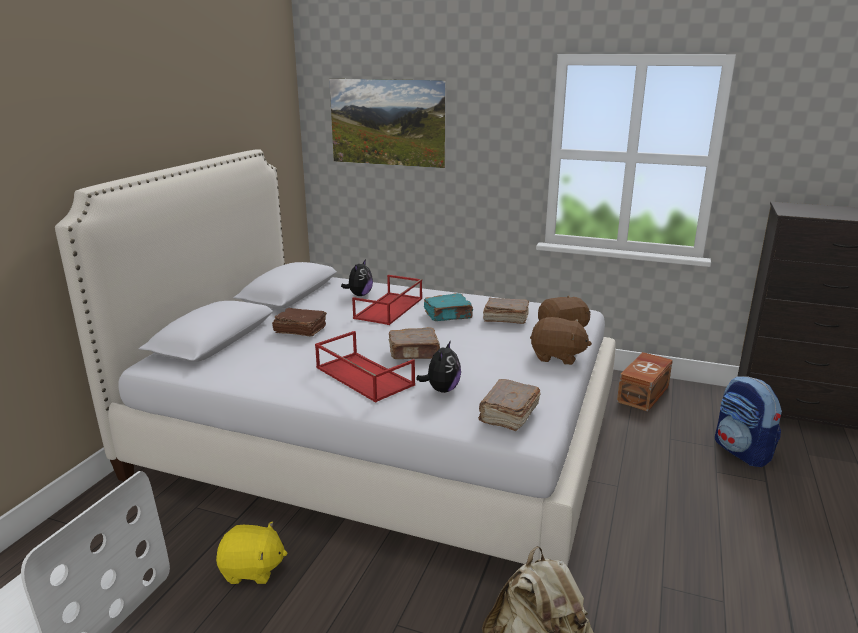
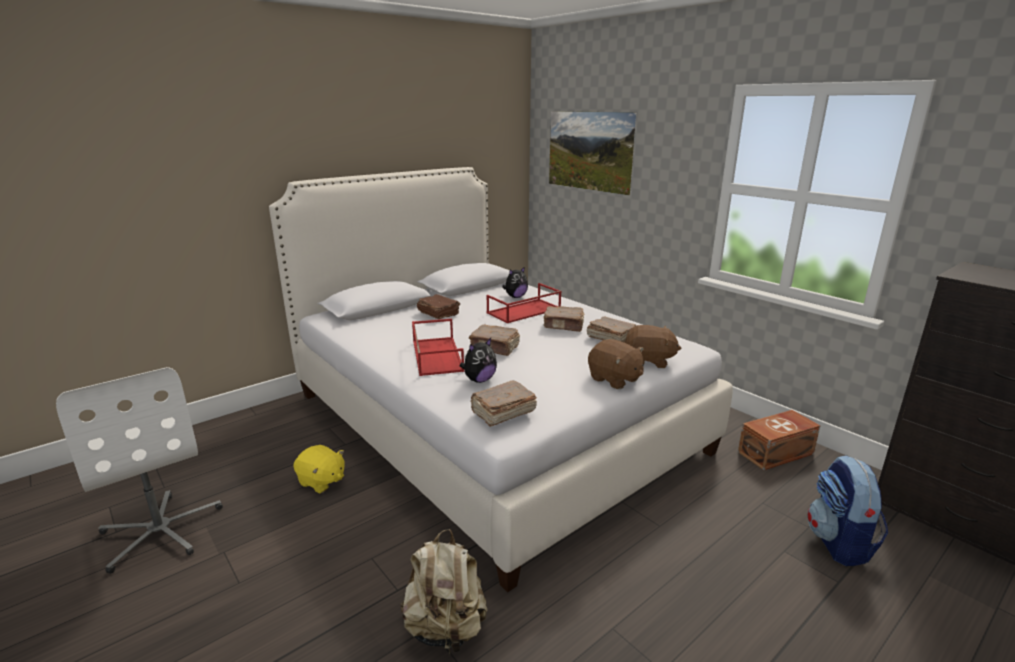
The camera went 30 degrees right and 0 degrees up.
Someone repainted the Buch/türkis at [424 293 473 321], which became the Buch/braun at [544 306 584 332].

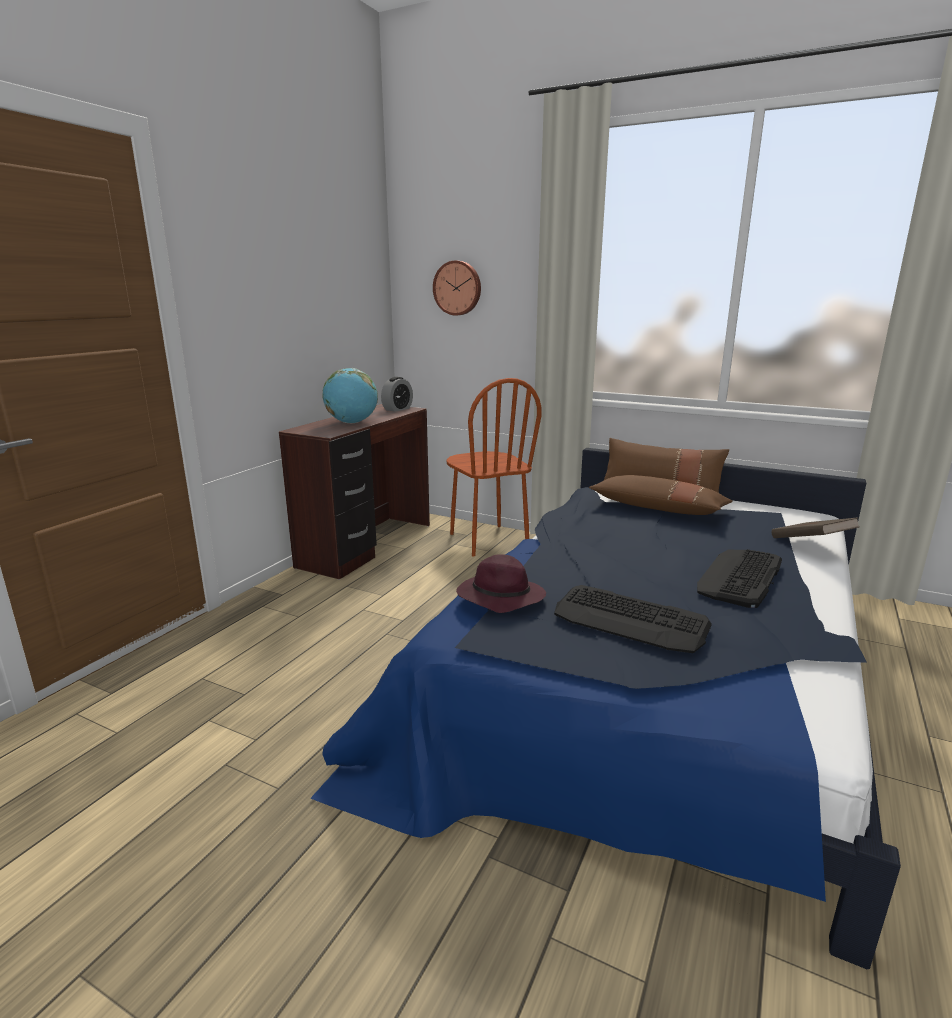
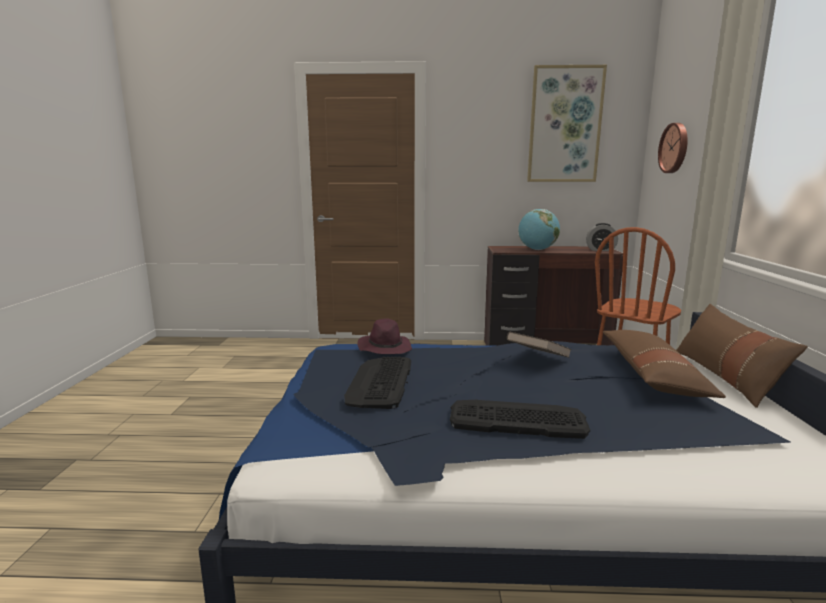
The camera went 65 degrees right and 5 degrees down.
Someone carried the Buch/braun from [772 517 859 538] to [507 331 572 358].
Someone put up the Bild at [527 65 607 182].

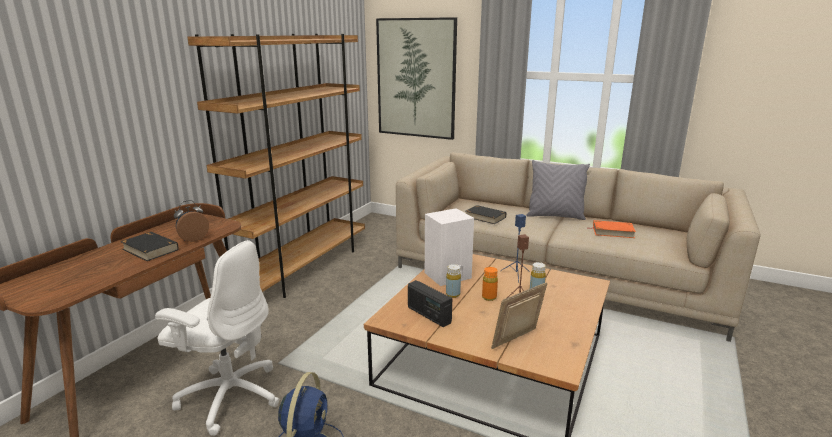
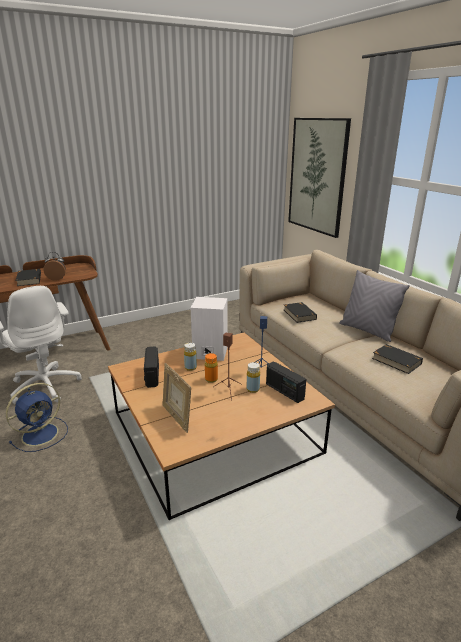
The camera went 35 degrees right and 5 degrees up.
Someone took away the Bücherregal/braun at [188 34 365 298].
Someone rotated the Bilderrahmen at [491 282 547 349] by 120 degrees counterclockwise.
Someone repainted the Buch/orange at [589 220 636 238], which became the Buch/schwarz at [372 344 423 374].
Someone put down the Radio at [266 361 306 403].

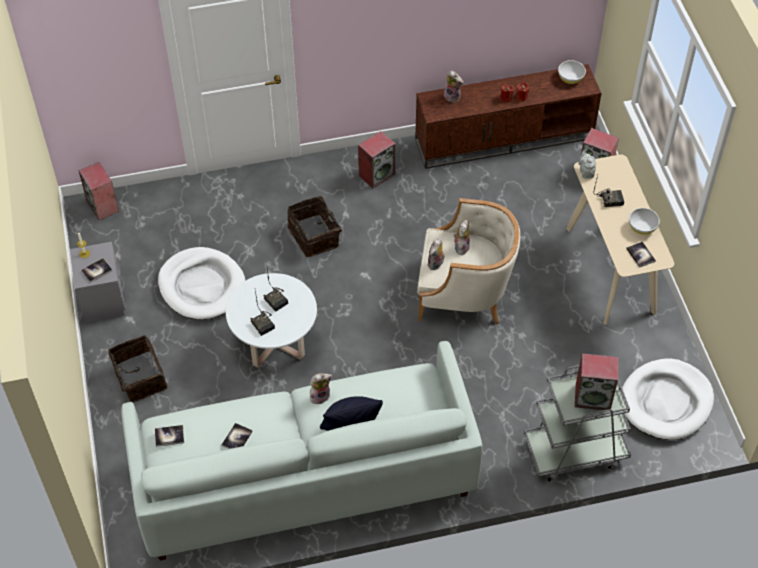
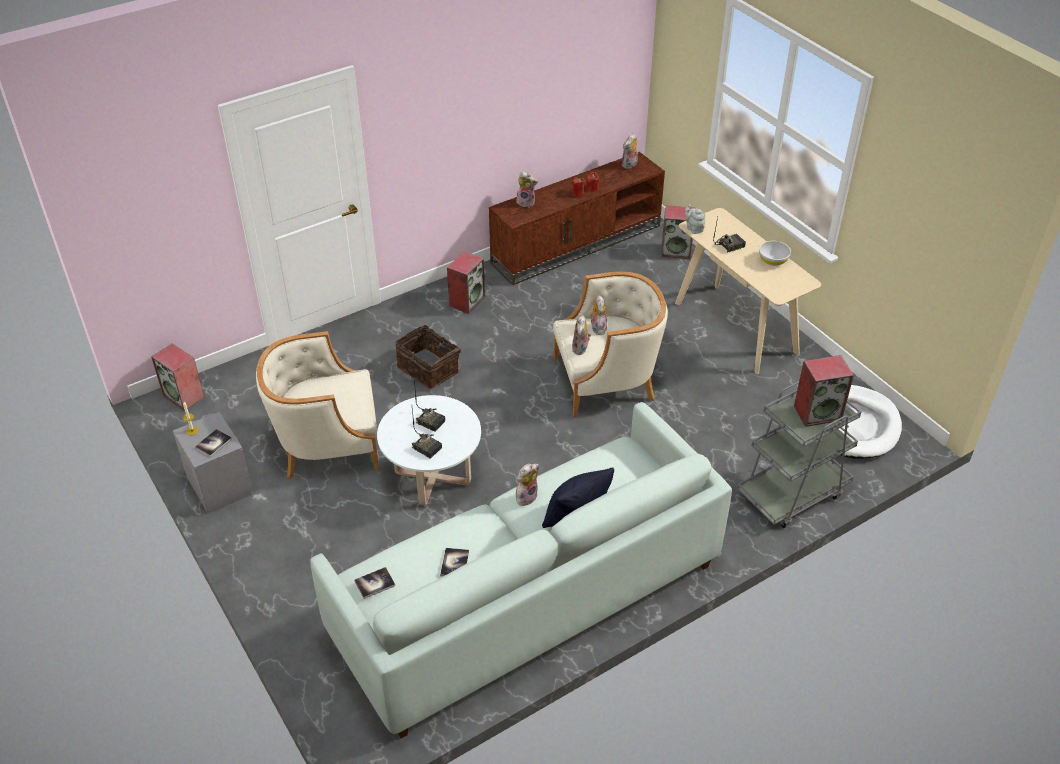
The camera went 20 degrees left and 10 degrees down.
Someone took away the Korb at [108 335 168 402].
Someone swapped the Hundebett/weiß at [158 247 246 320] for the Sessel/beige at [256 331 380 480].
Someone swapped the Schüssel/weiß at [558 60 586 84] for the Plüschtier at [622 133 638 169].
Someone took away the Buch at [626 241 656 268].

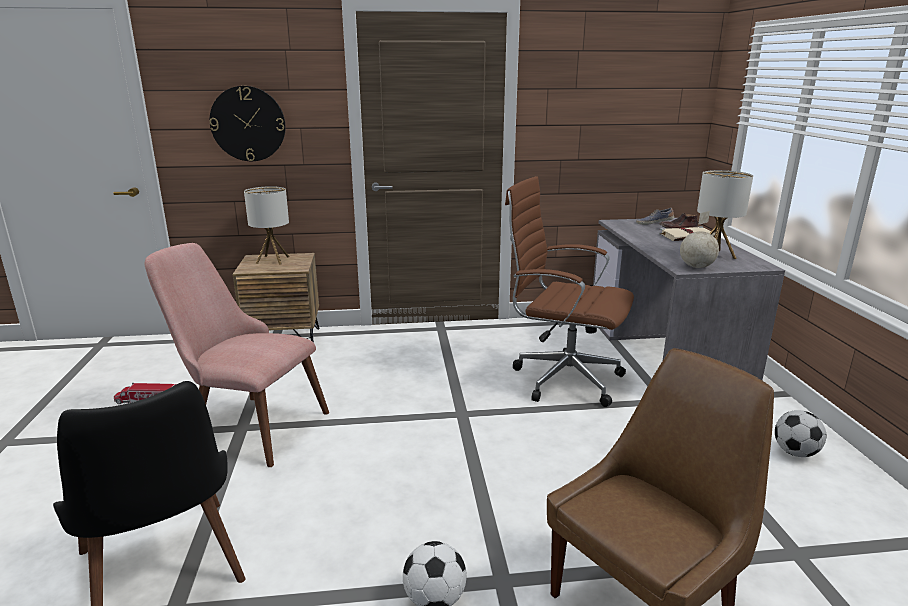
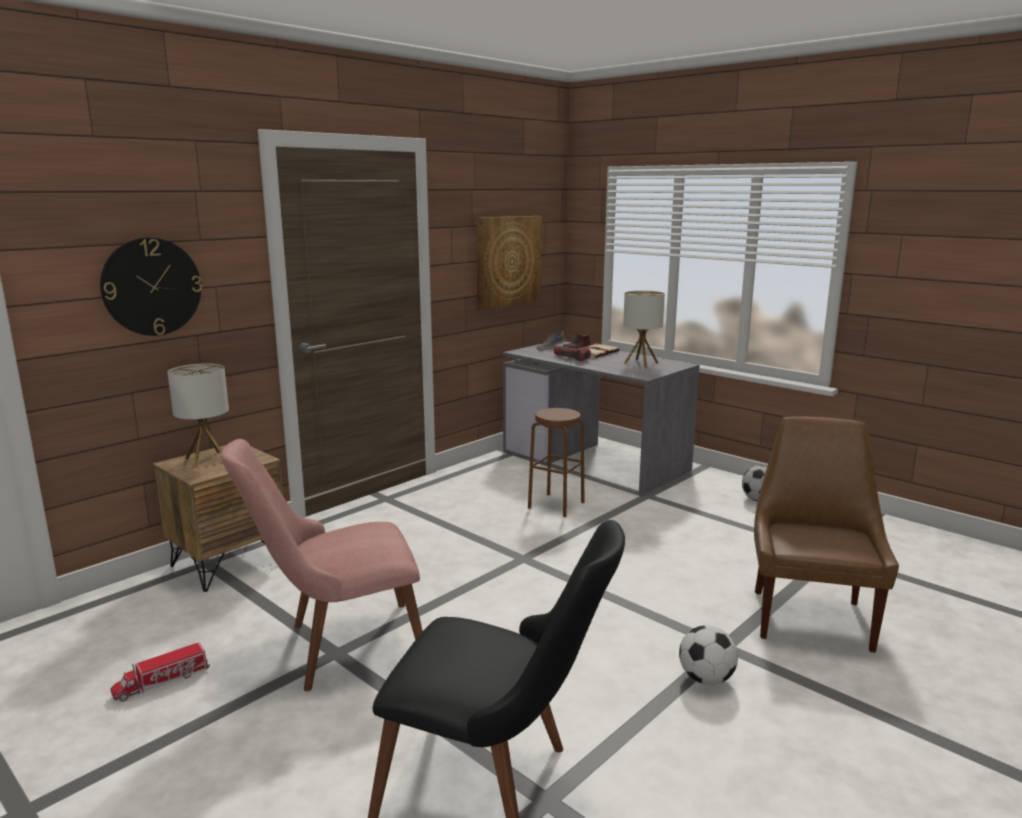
The camera went 40 degrees left and 5 degrees down.
Someone swapped the Bürostuhl/braun at [505 176 634 407] for the Hocker/braun at [528 408 585 517].
Someone took away the Globus at [680 211 719 268].
Someone put up the Bild at [477 216 542 310].
Someone put down the Taschenlampe at [554 346 591 361].

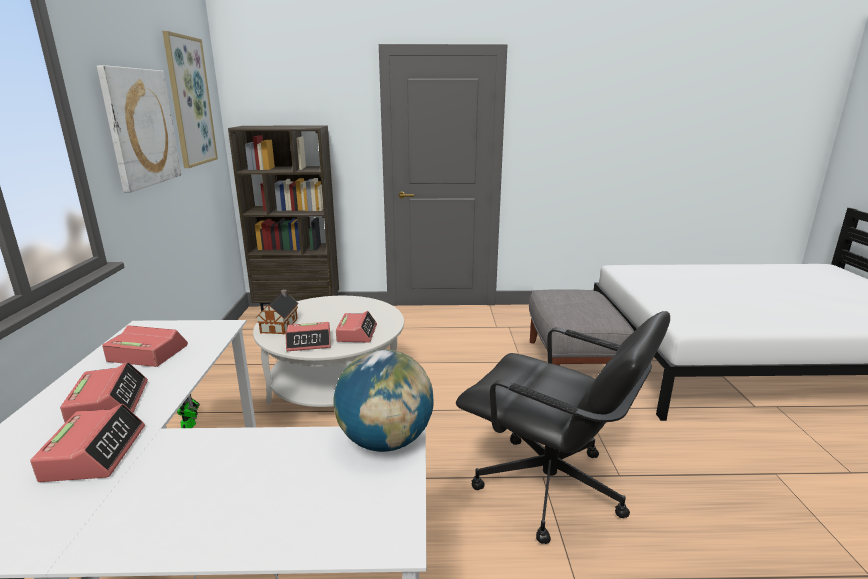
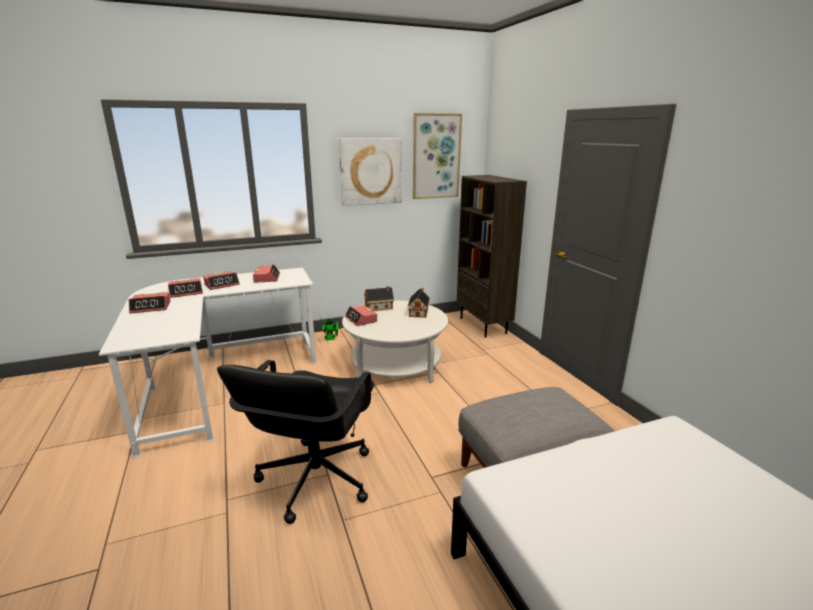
The camera went 70 degrees right and 0 degrees up.
Someone took away the Globus at [333 350 434 452].
Someone carried the Wecker from [336 311 377 342] to [129 292 171 313].
Someone put down the Spielzeughaus at [408 288 430 318].

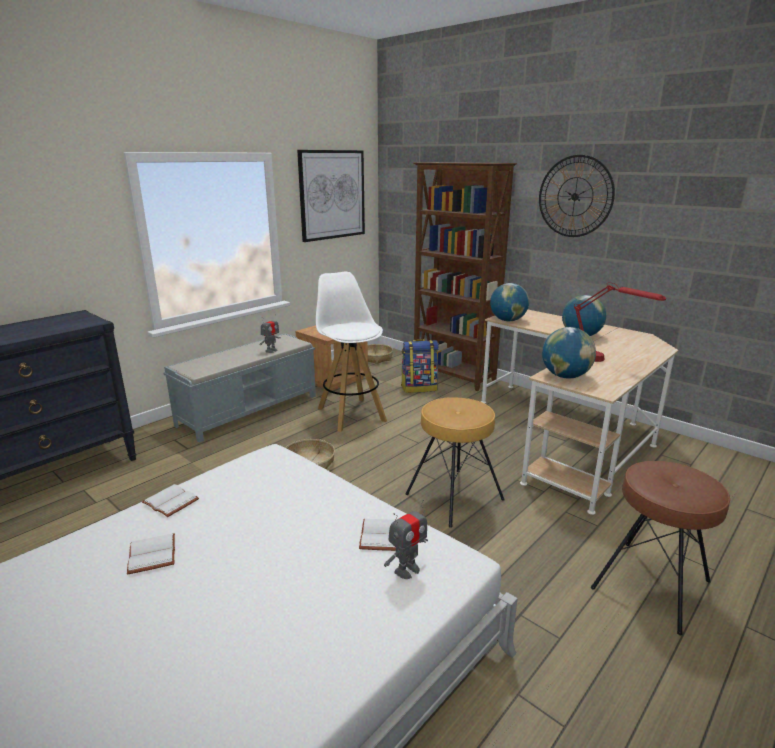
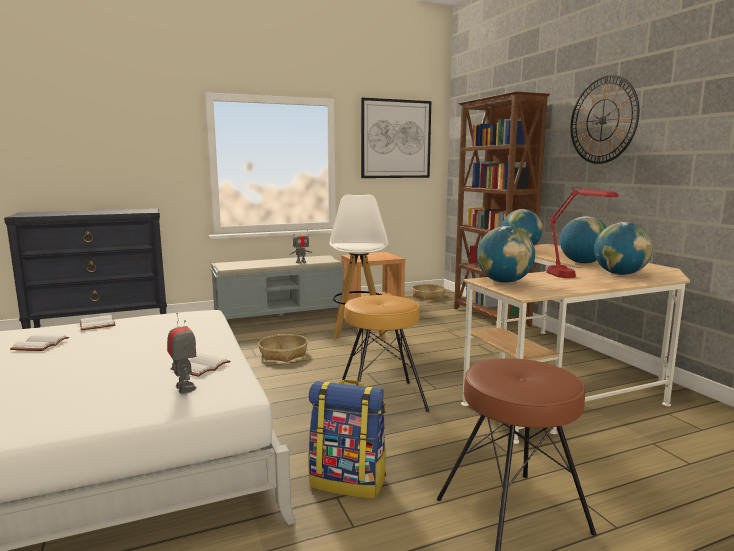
The camera went 25 degrees right and 10 degrees down.
Someone rotated the Spielzeugroboter at [384 499 428 579] by 105 degrees counterclockwise.
Someone carried the Rucksack from [401 339 439 393] to [308 380 387 498].
Someone put down the Globus at [594 222 653 275].

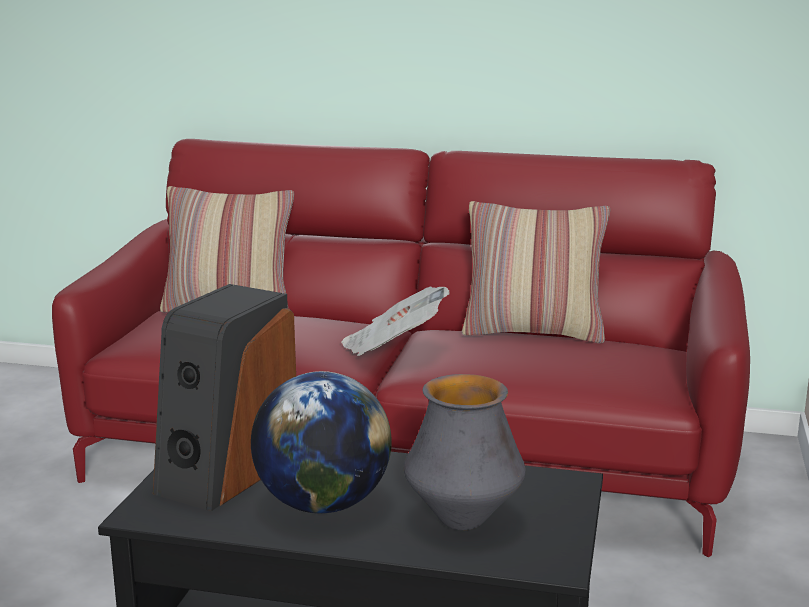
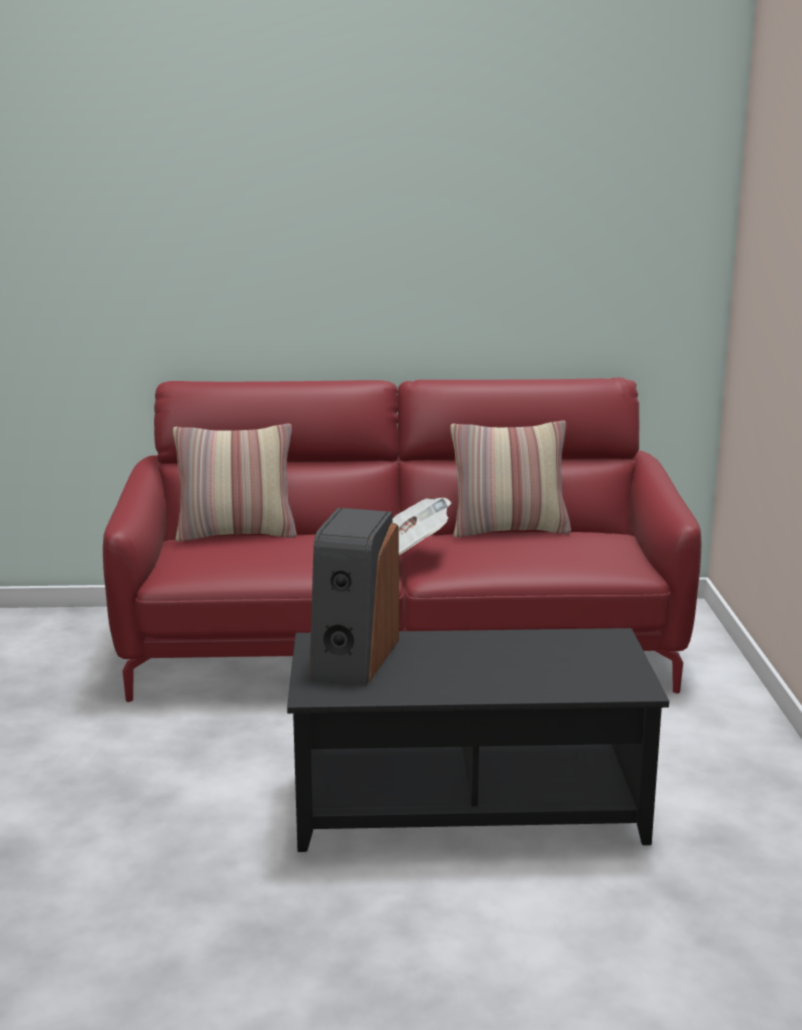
The camera went 15 degrees left and 0 degrees up.
Someone took away the Globus at [251 371 392 513].
Someone took away the Vase at [404 374 525 530].

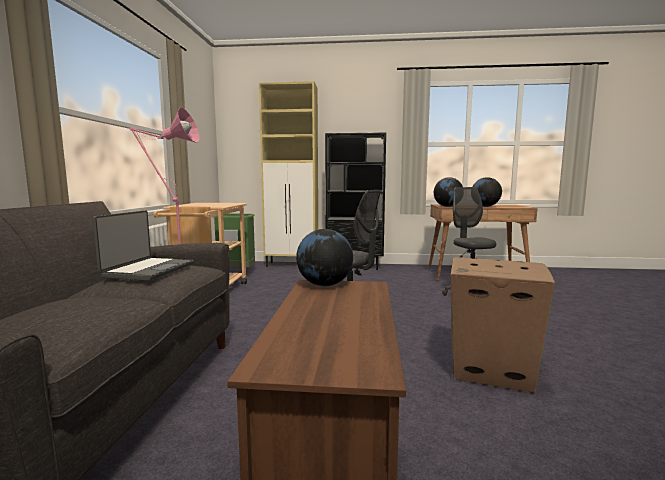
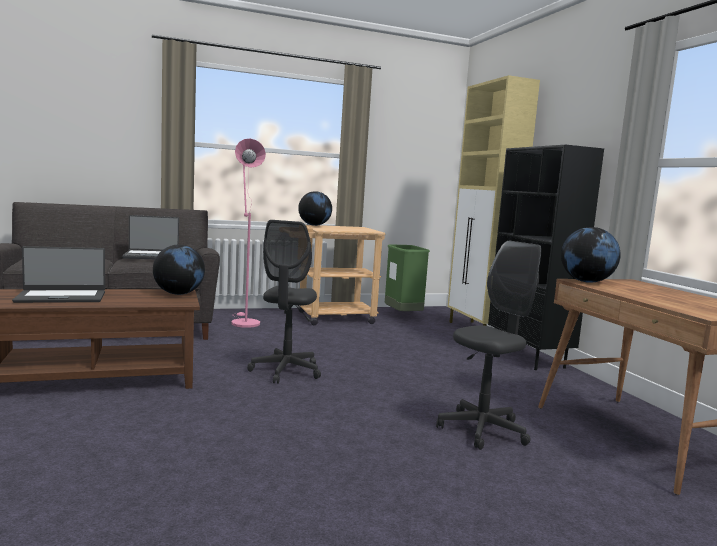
The camera went 65 degrees right and 0 degrees up.
Someone took away the Karton at [450 257 555 393].
Someone carried the Globus from [472 177 502 207] to [298 191 332 226].
Someone put down the Laptop at [12 246 105 303].

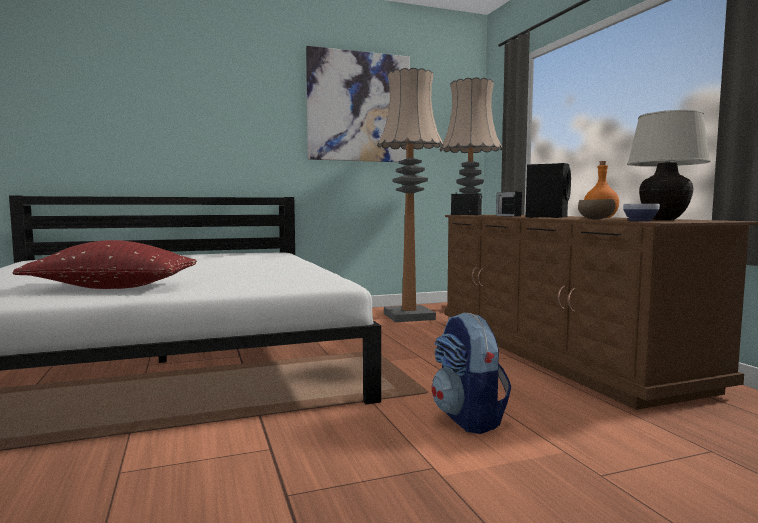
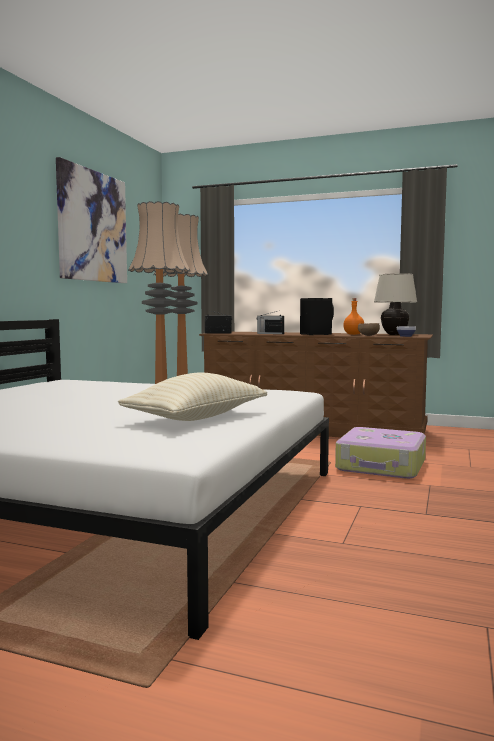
The camera went 50 degrees left and 0 degrees up.
Someone repainted the Kissen/rot at [12 240 197 289], which became the Kissen/beige at [118 372 267 421].
Someone swapped the Rucksack at [432 313 511 434] for the Koffer at [335 427 426 479].

